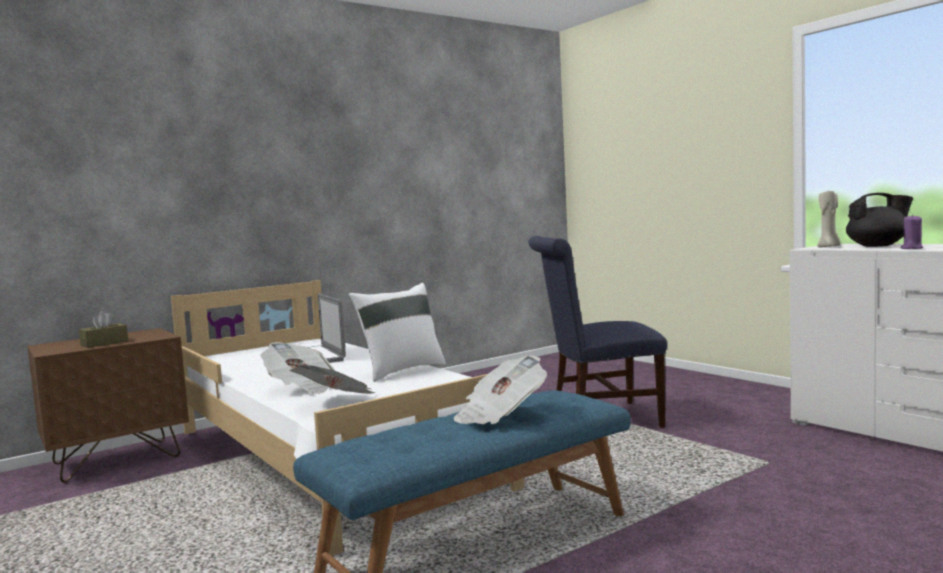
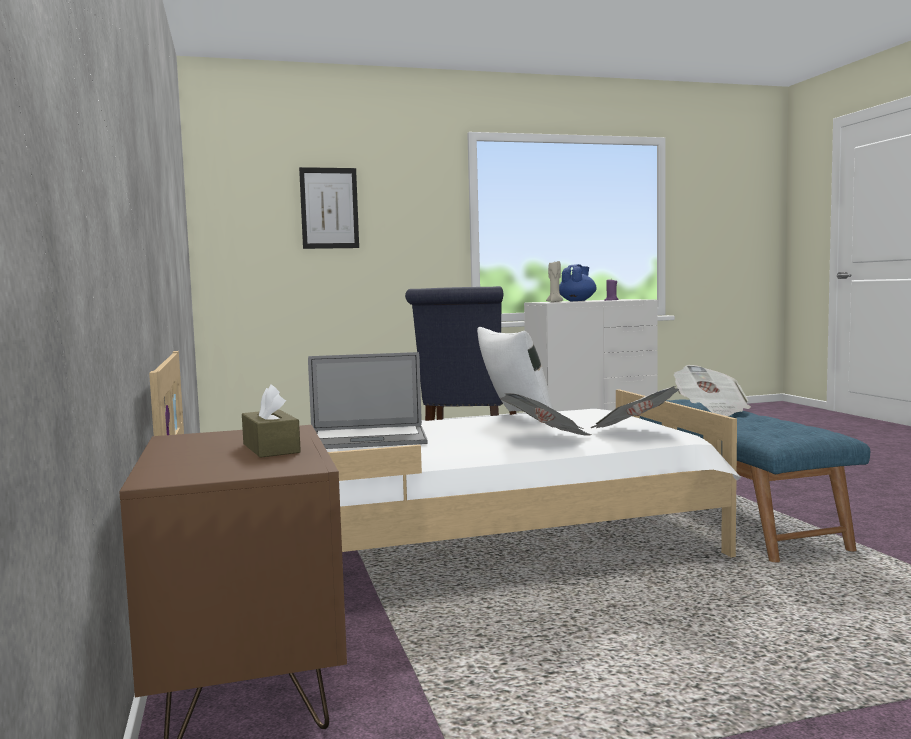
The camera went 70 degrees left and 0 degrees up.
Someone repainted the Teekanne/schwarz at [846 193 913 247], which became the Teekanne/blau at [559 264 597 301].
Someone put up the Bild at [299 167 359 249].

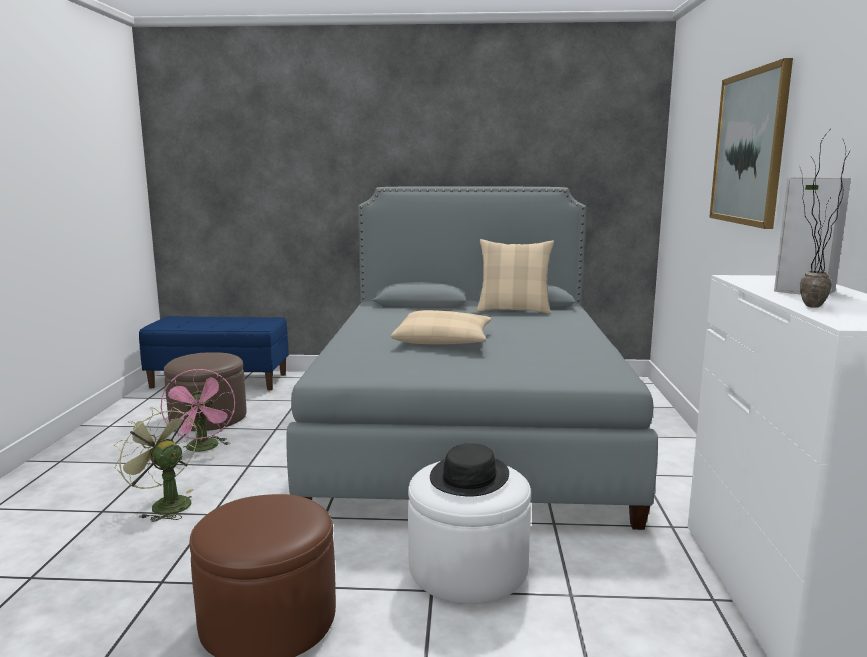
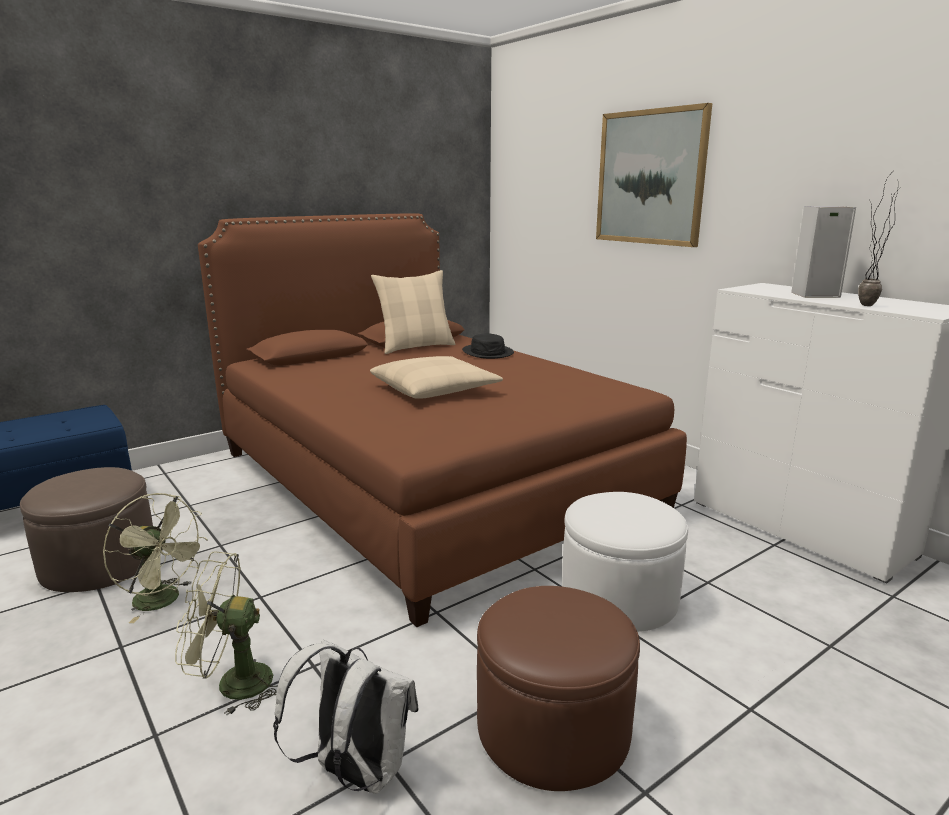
The camera went 40 degrees left and 5 degrees up.
Someone repainted the Ventilator/rosa at [161 369 235 452], which became the Ventilator/grün at [103 493 208 623].
Someone repainted the Bett/grau at [286 186 658 530], which became the Bett/braun at [198 214 687 627].
Someone carried the Hut/schwarz from [430 444 509 497] to [462 333 514 359].
Someone put down the Rucksack/weiß at [273 640 419 794].

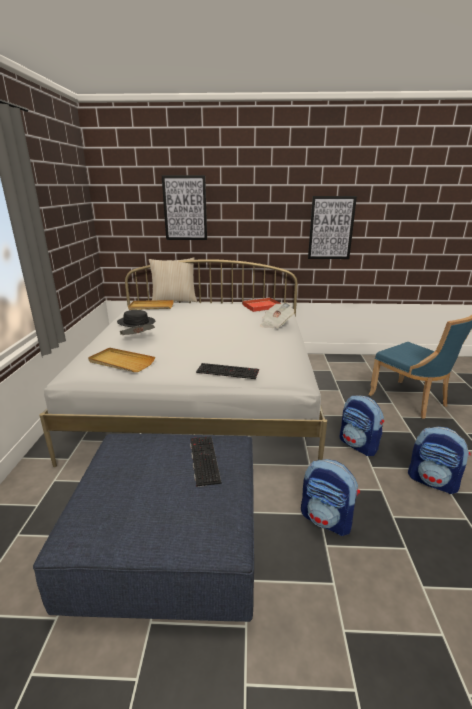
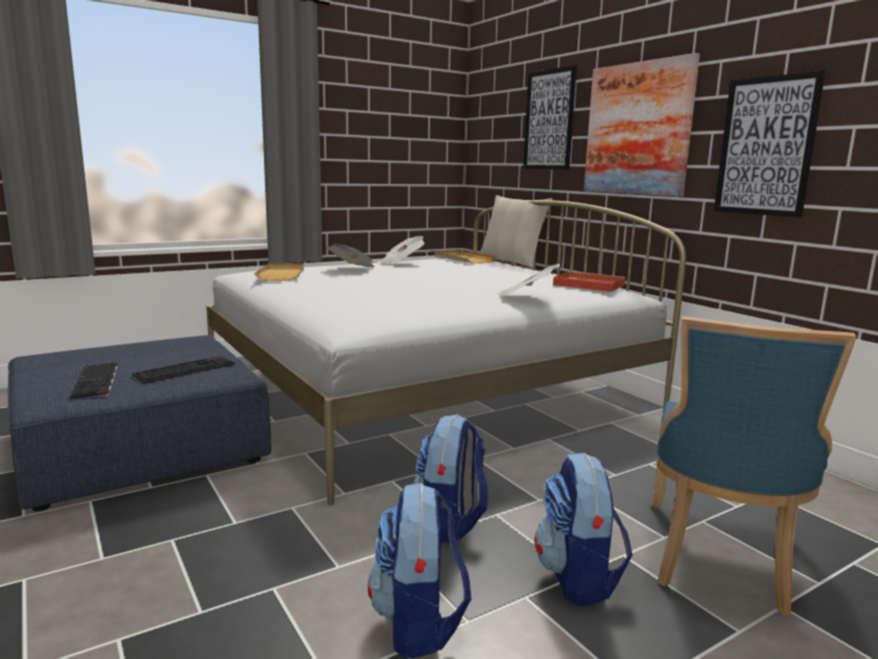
The camera went 55 degrees right and 10 degrees down.
Someone swapped the Hut/schwarz at [117 310 155 327] for the Zeitung at [378 236 425 264].
Someone carried the Tastatur from [196 363 259 379] to [69 362 118 399].
Someone carried the Rucksack from [301 459 360 536] to [535 453 632 606].
Someone put up the Bild at [584 53 700 197].

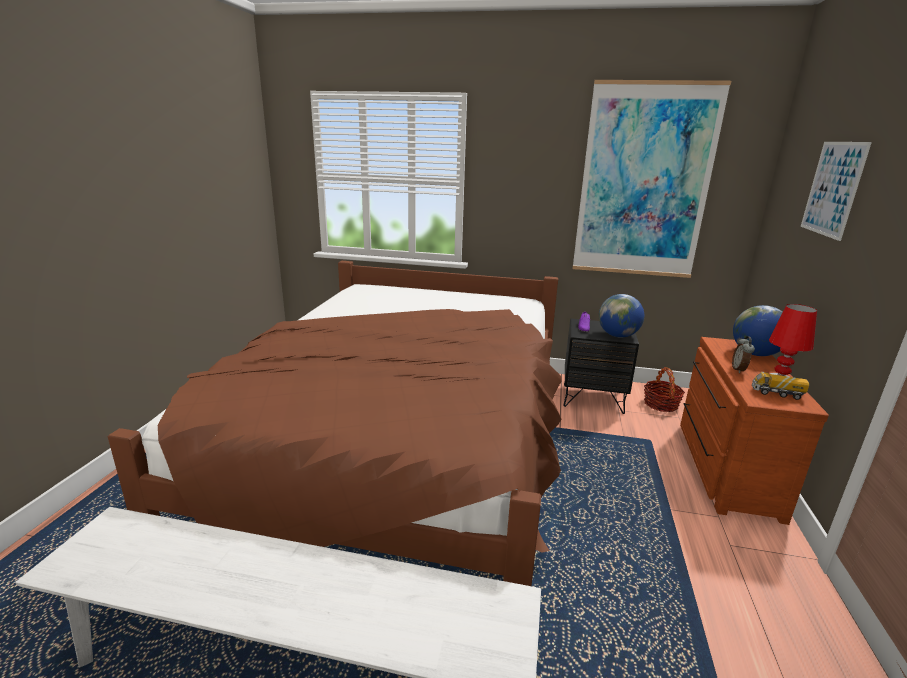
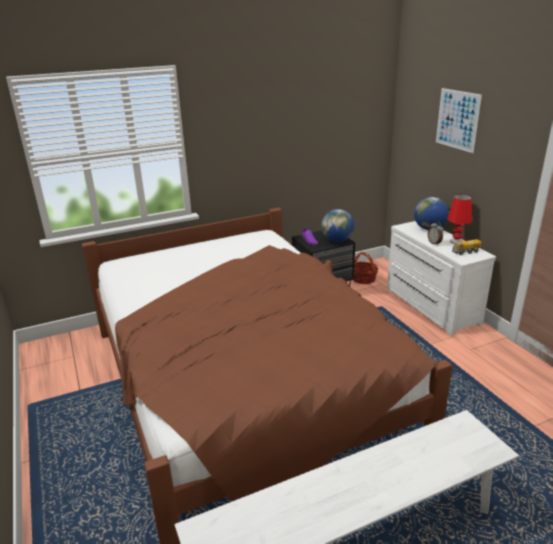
The camera went 35 degrees left and 5 degrees up.
Someone took away the Bild at [573 80 731 278].
Someone repainted the Kommode/braun at [680 337 829 525], which became the Kommode/weiß at [387 221 496 335].

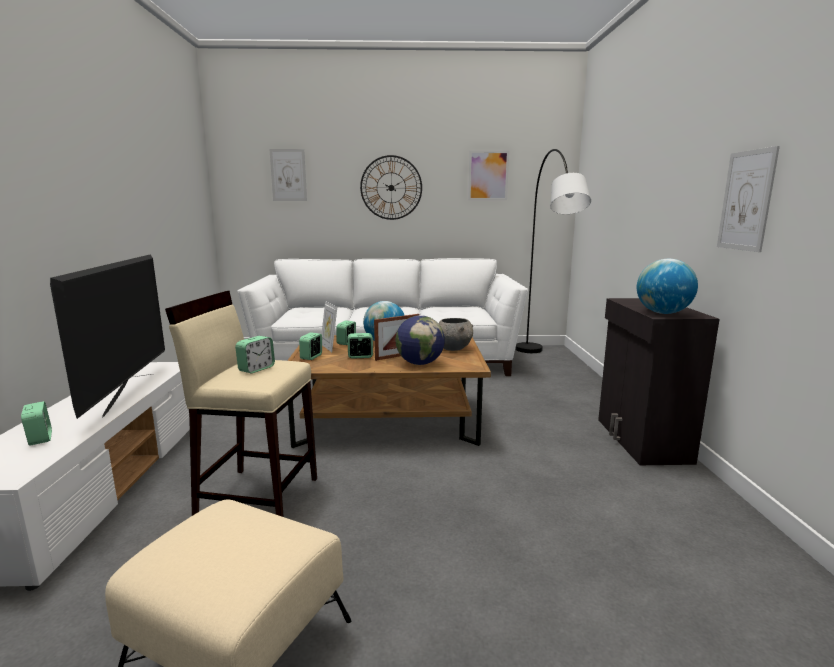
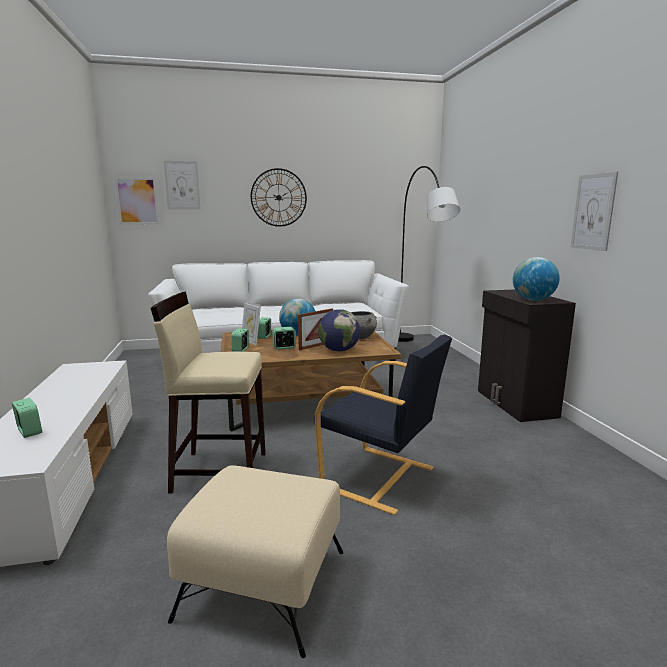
The camera went 10 degrees left and 0 degrees up.
Someone took away the Fernseher at [50 254 165 419].
Someone took away the Wecker at [235 336 275 373].
Someone carried the Bild from [468 151 509 200] to [115 177 159 224].
Someone put down the Sessel/schwarz at [314 335 452 515].

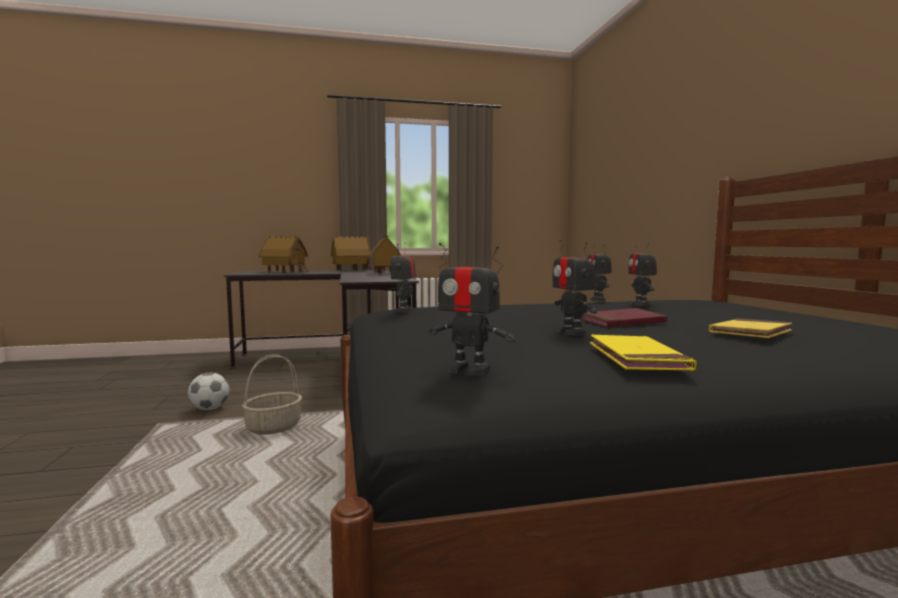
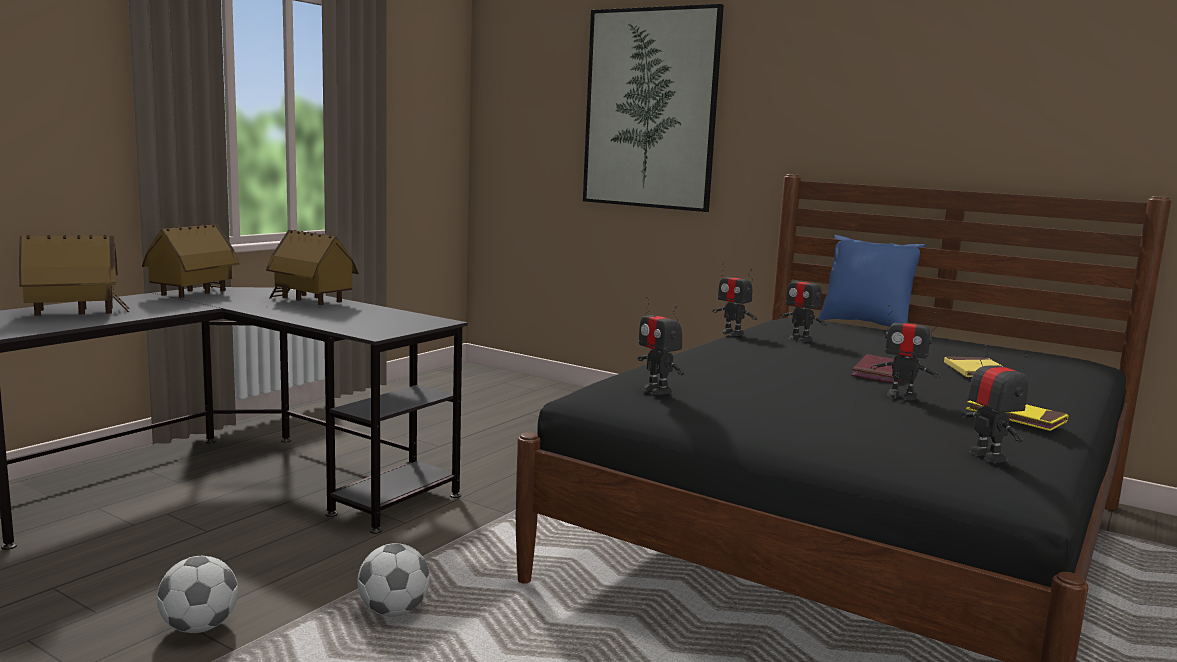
The camera went 45 degrees left and 5 degrees up.
Someone swapped the Korb at [242 354 302 435] for the Fußball at [357 543 430 617].
Someone rotated the Spielzeugroboter at [428 242 515 376] by 90 degrees counterclockwise.
Someone put up the Bild at [583 4 724 212].
Someone put down the Kissen/blau at [819 235 926 327].

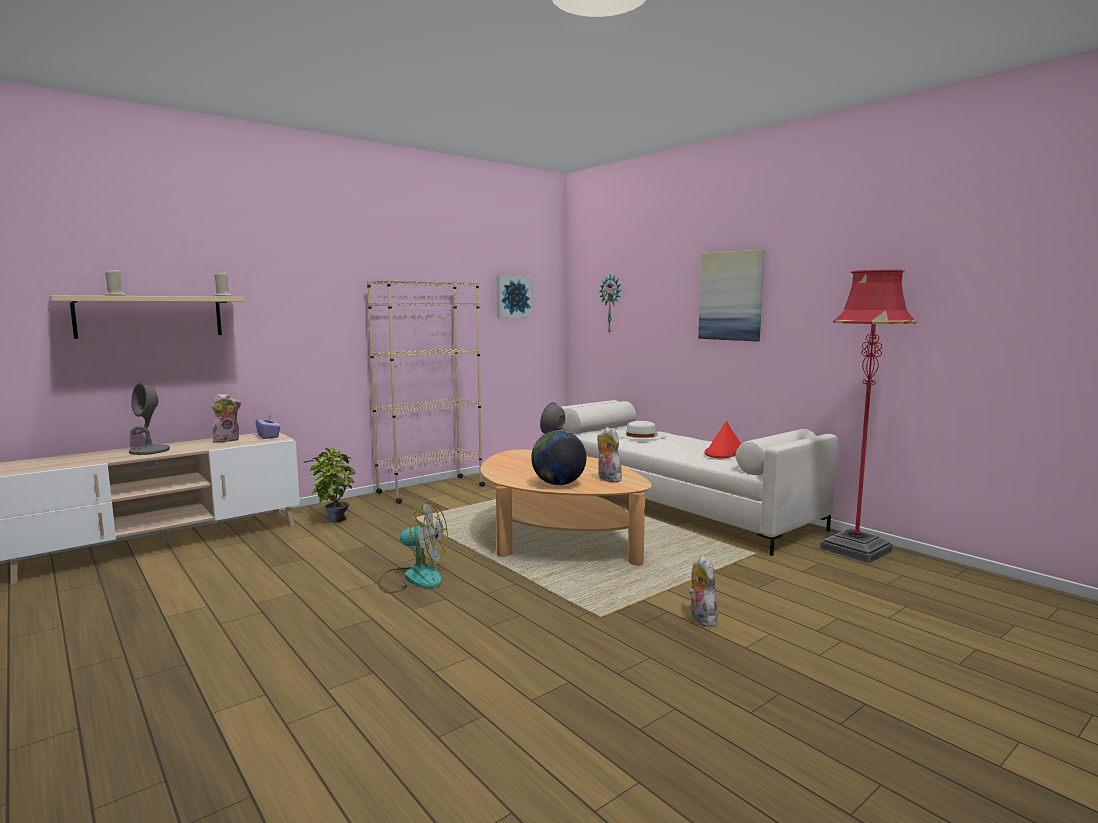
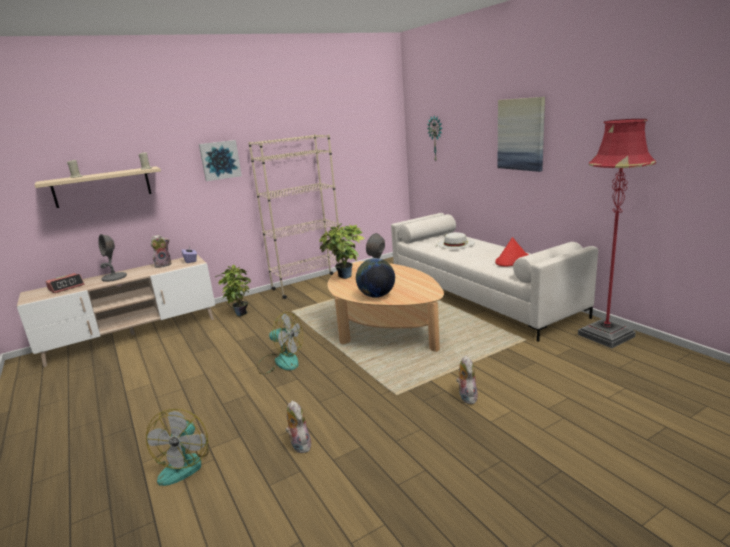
The camera went 10 degrees right and 10 degrees up.
Someone carried the Bild from [497 275 533 318] to [199 140 242 181].
Someone carried the Plüschtier from [597 427 622 482] to [285 401 311 453].
Someone put down the Wecker at [46 273 85 293].
Someone put down the Ventilator at [146 409 209 486].
Someone put down the Topfpflanze at [319 223 365 279].

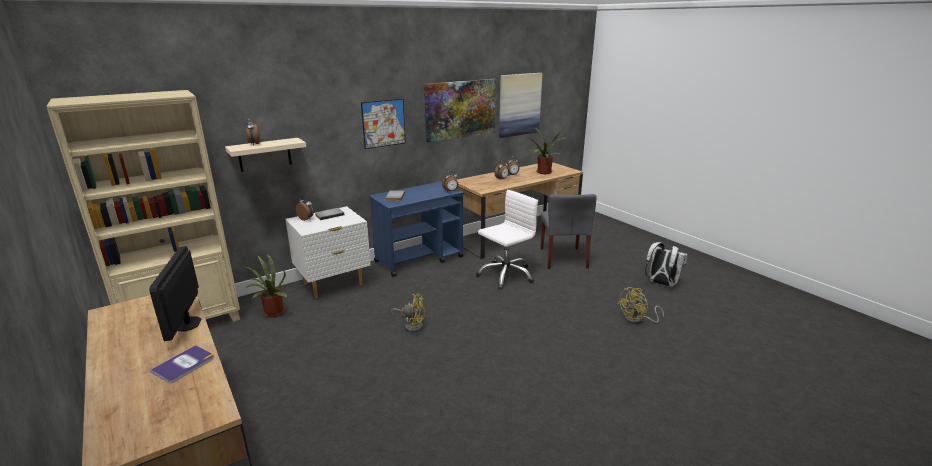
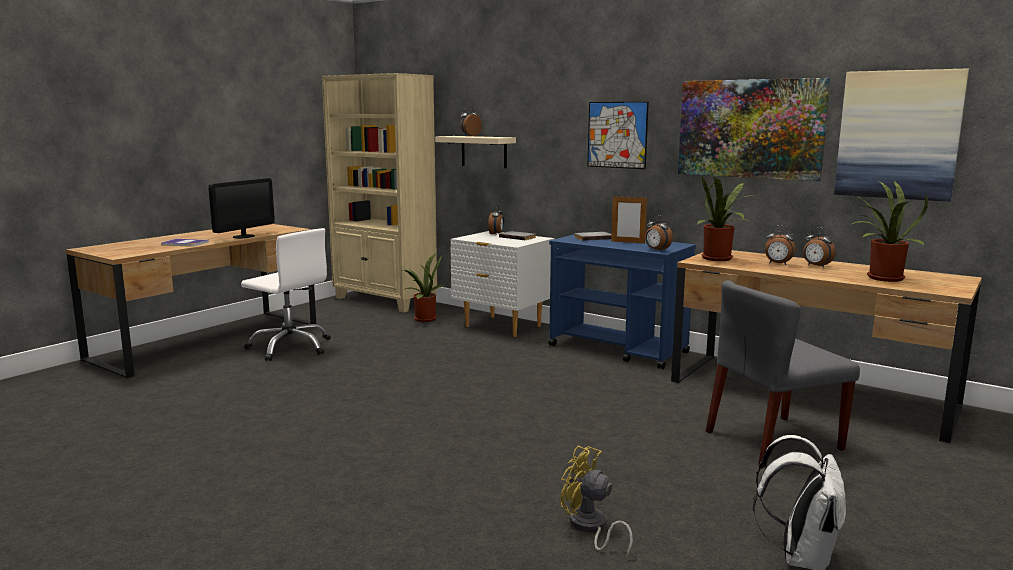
The camera went 70 degrees right and 10 degrees down.
Someone rotated the Monitor at [149 246 201 341] by 150 degrees clockwise.
Someone took away the Ventilator/gelb at [391 294 425 333].
Someone carried the Bürostuhl/weiß from [476 190 538 289] to [241 228 331 361].
Someone put down the Bilderrahmen at [611 196 647 243].
Someone put down the Topfpflanze at [697 176 749 261].

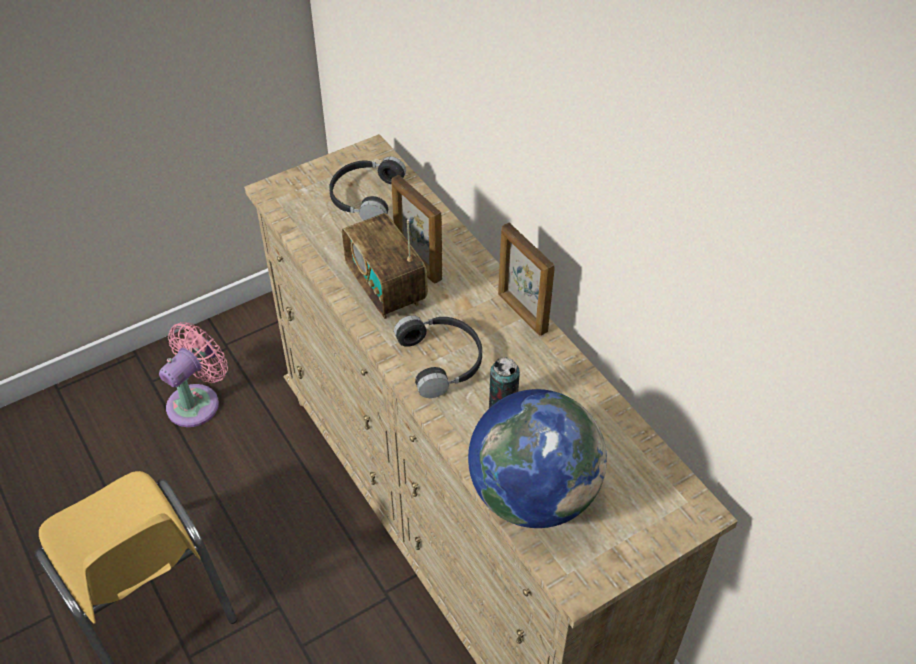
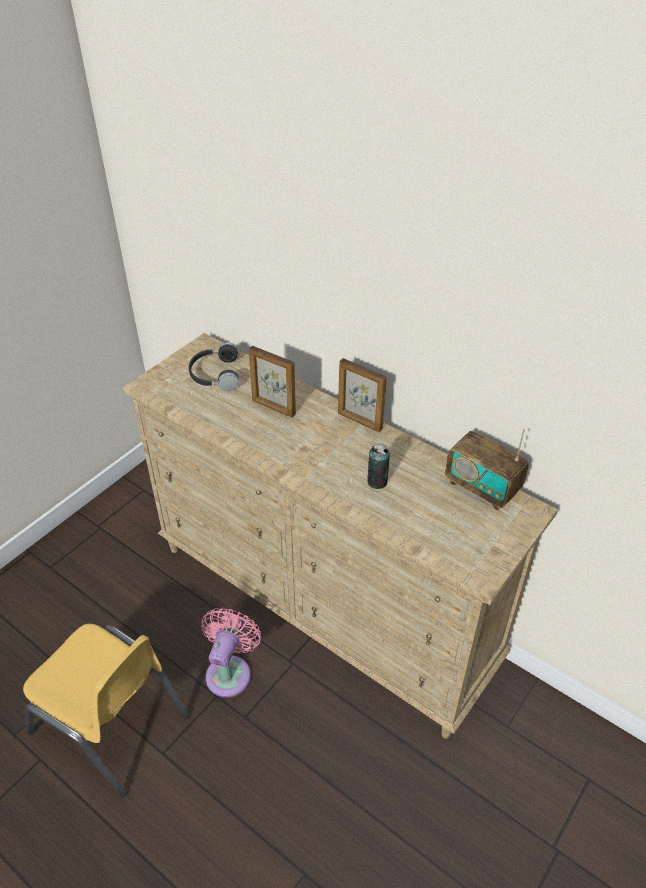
The camera went 20 degrees left and 5 degrees down.
Someone carried the Ventilator/rosa from [159 322 228 427] to [201 608 261 697].
Someone carried the Radio from [342 213 428 319] to [445 429 529 511].
Someone took away the Kopfhörer/schwarz at [394 315 482 398].
Someone took away the Globus at [468 389 607 528].

